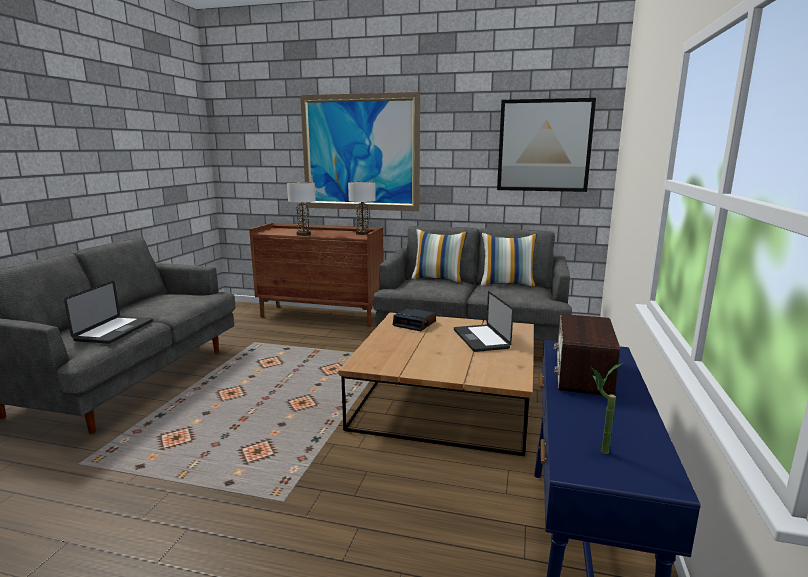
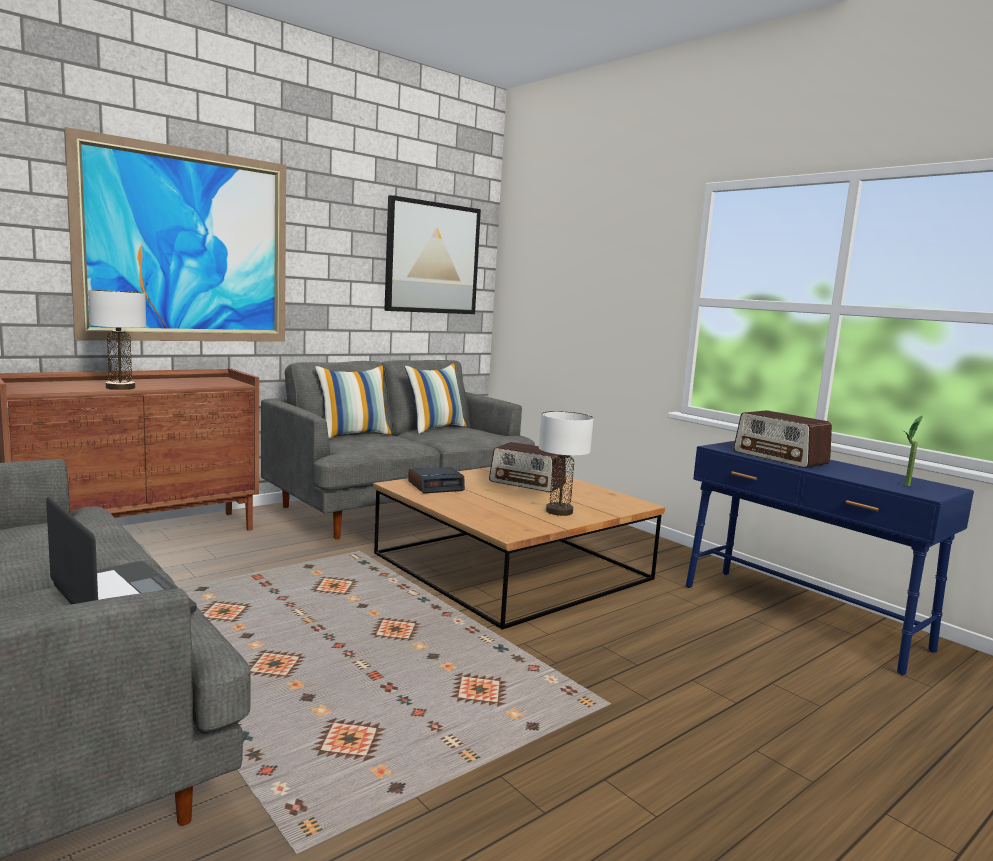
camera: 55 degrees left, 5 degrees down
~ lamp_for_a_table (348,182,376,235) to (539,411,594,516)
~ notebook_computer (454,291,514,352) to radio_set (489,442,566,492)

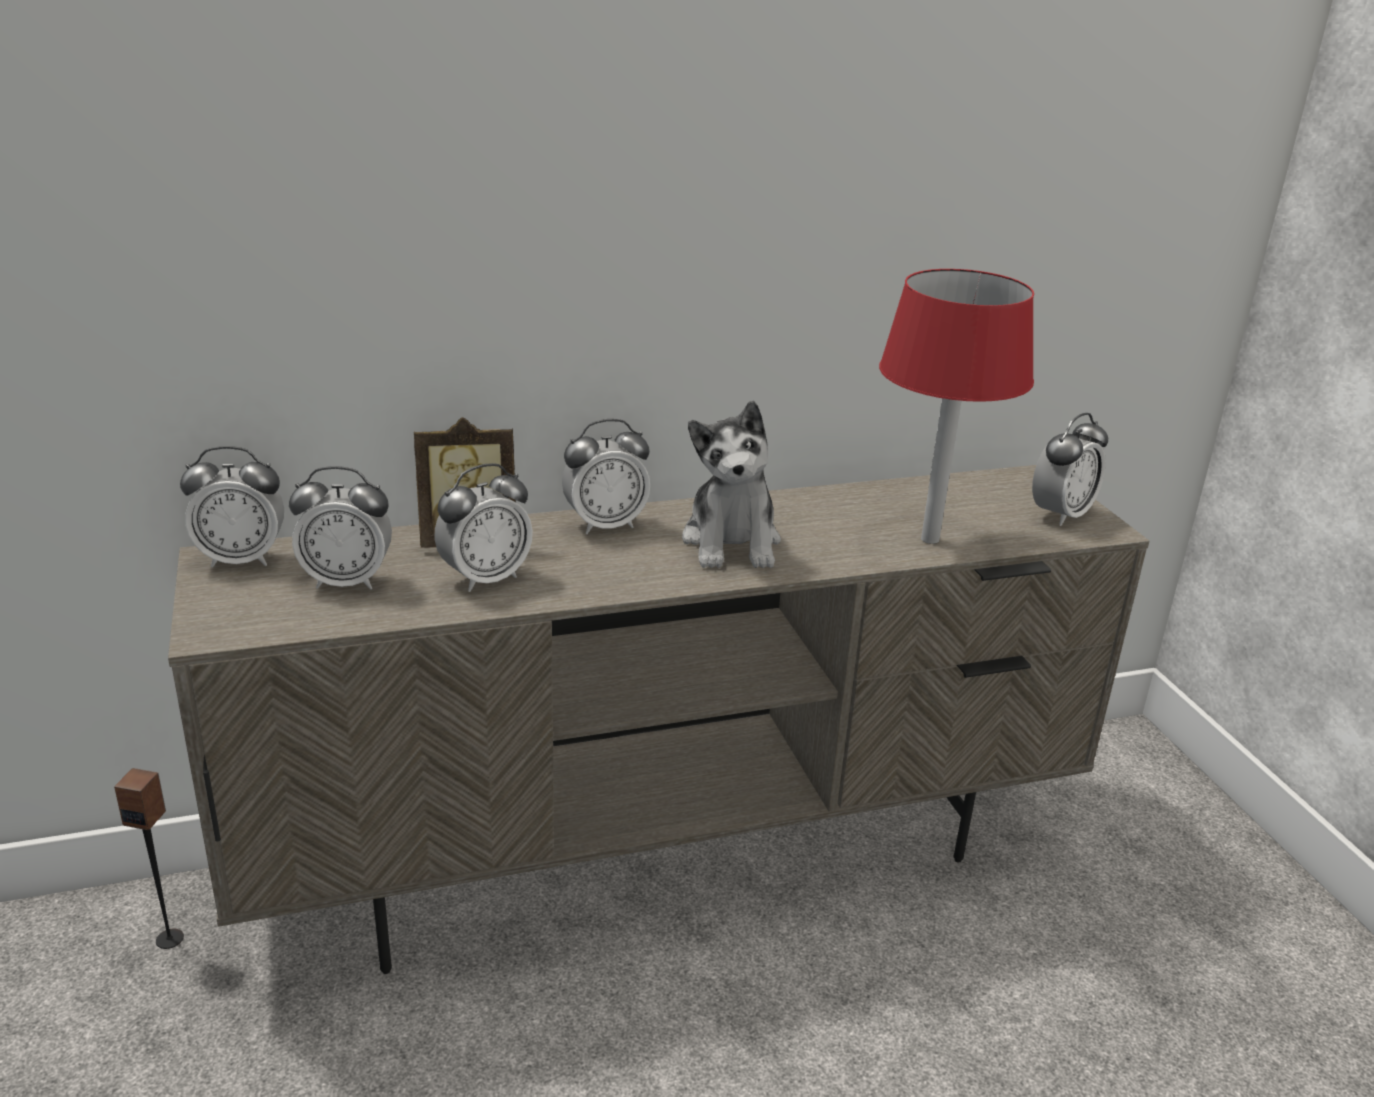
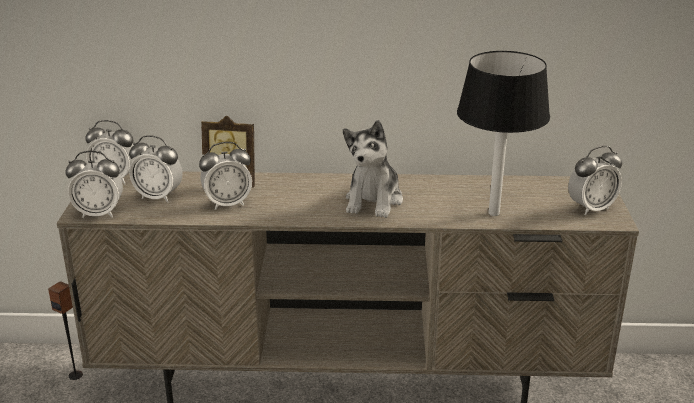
camera: 20 degrees right, 0 degrees up
~ reddish_lamp_for_a_table (879,269,1034,544) to black_lamp_for_a_table (457,51,550,216)
~ bedside_clock (562,419,650,534) to (65,151,123,218)

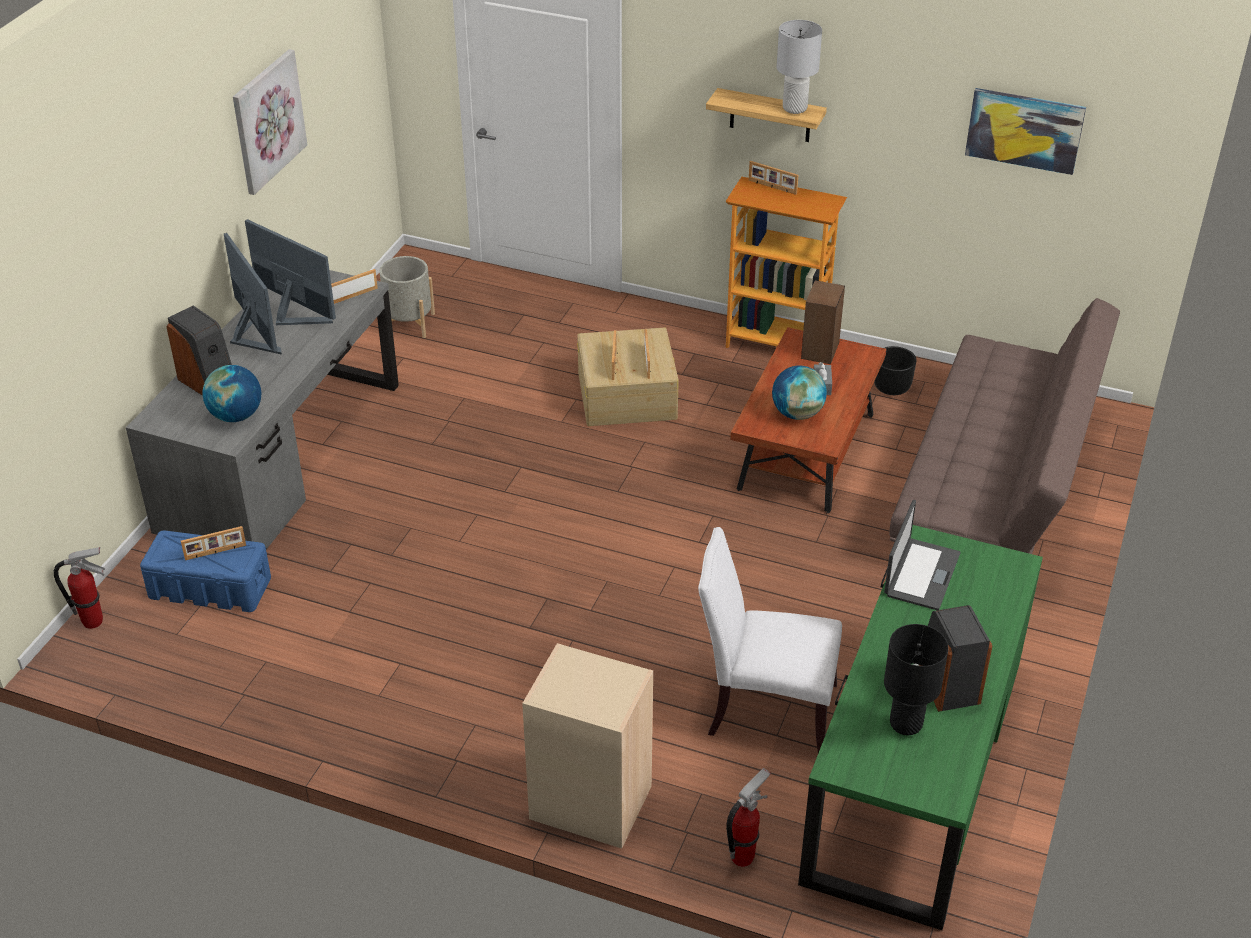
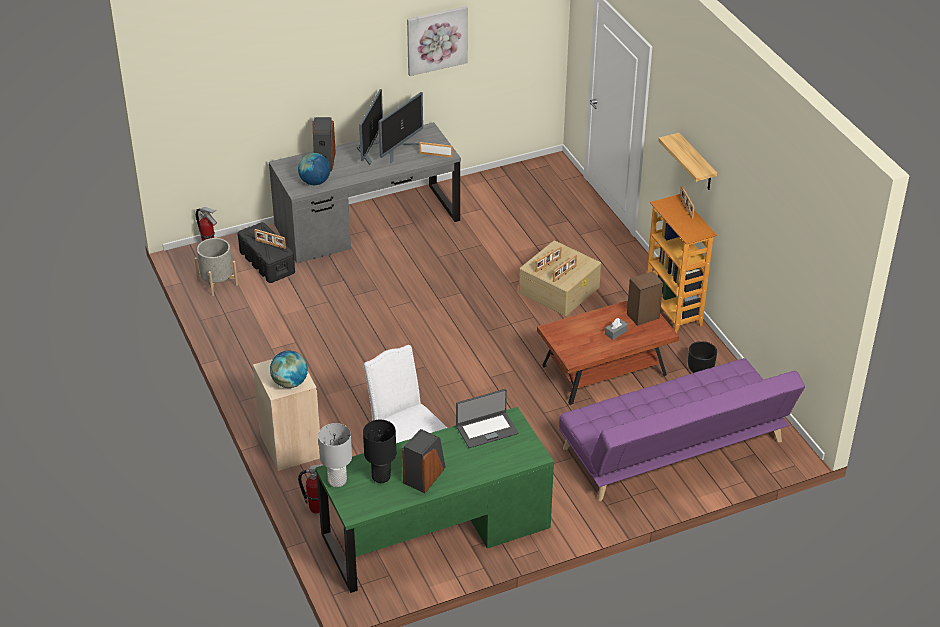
camera: 45 degrees right, 0 degrees up
~ gray_lamp_for_a_table (777,20,822,114) to (318,423,352,487)
- picture (965,88,1086,175)
~ monitor (245,219,336,325) = (379,92,423,164) 45 degrees clockwise
~ gray_planter (379,256,435,338) to (195,238,238,296)
~ brown-coloured_couch (890,298,1120,554) to purplish_couch (559,358,805,501)
~ globe (772,366,827,420) to (270,351,308,388)
~ bluish_storage_box (140,530,271,612) to black_storage_box (238,222,295,283)

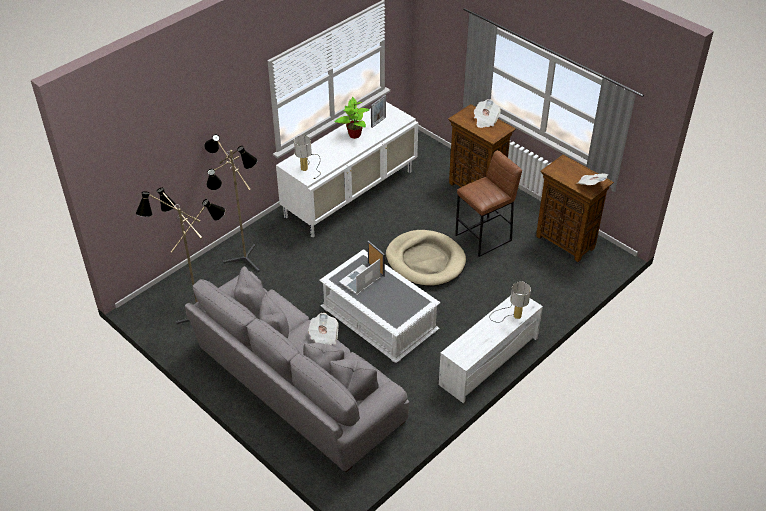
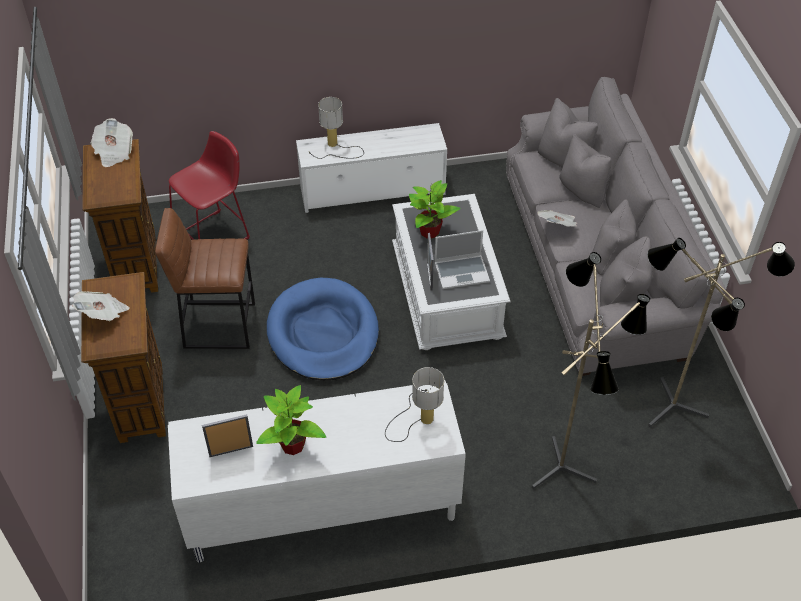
camera: 145 degrees left, 5 degrees up
~ beige_dog_cushion (386,230,466,286) to bluish_dog_cushion (267,278,379,381)
+ reddish_sitting_stool (169,131,250,240)
+ plant_in_a_pot (409,180,461,239)

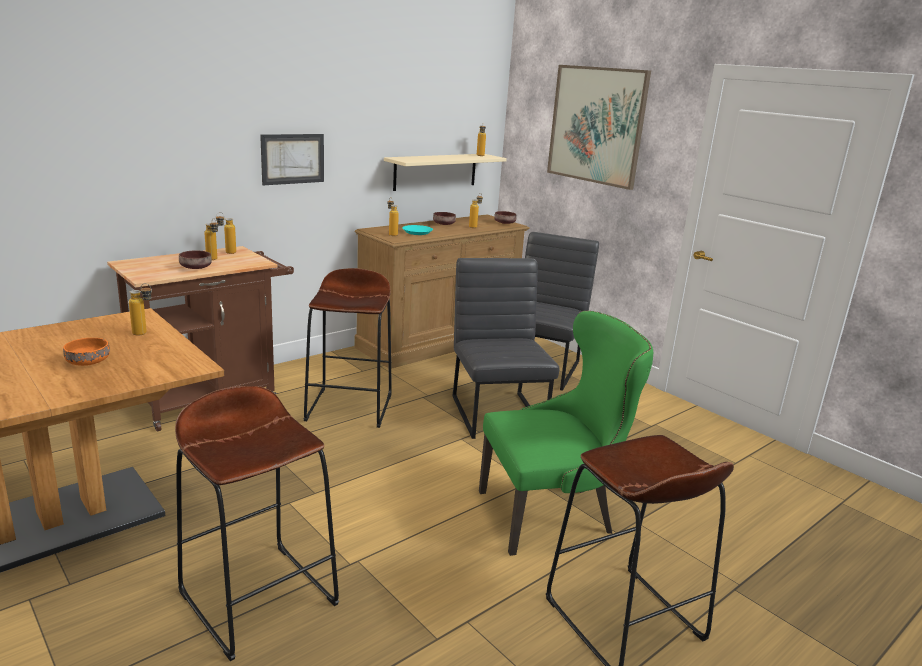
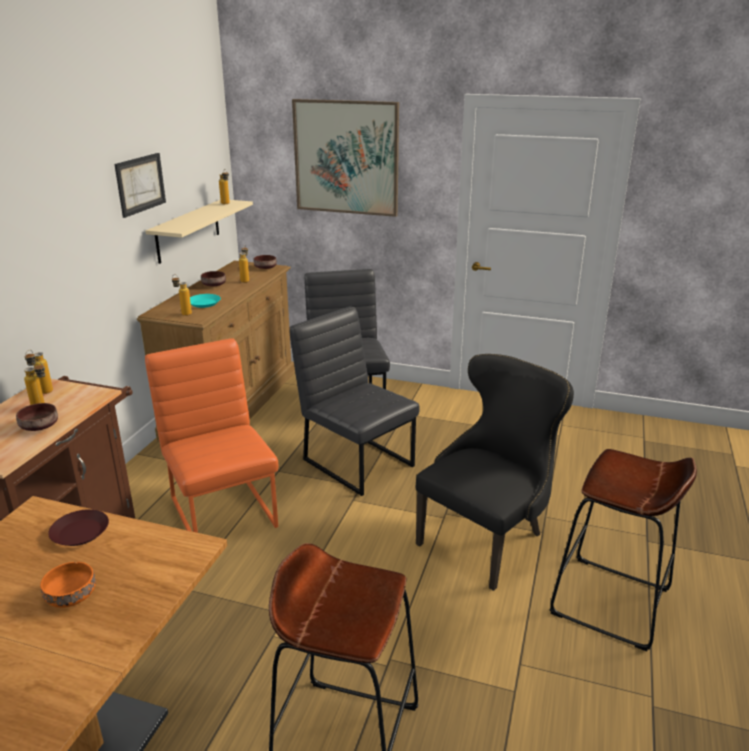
camera: 30 degrees left, 5 degrees up
~ picture (260,134,324,185) to (114,153,166,218)
~ brown-coloured_sitting_stool (304,268,392,428) to orange-coloured_chair (145,338,279,533)
~ beverage_bottle (129,283,152,336) to brown-coloured_dinner_plate (48,509,109,546)
~ greenish_chair (479,311,653,556) to black_chair (416,354,574,591)

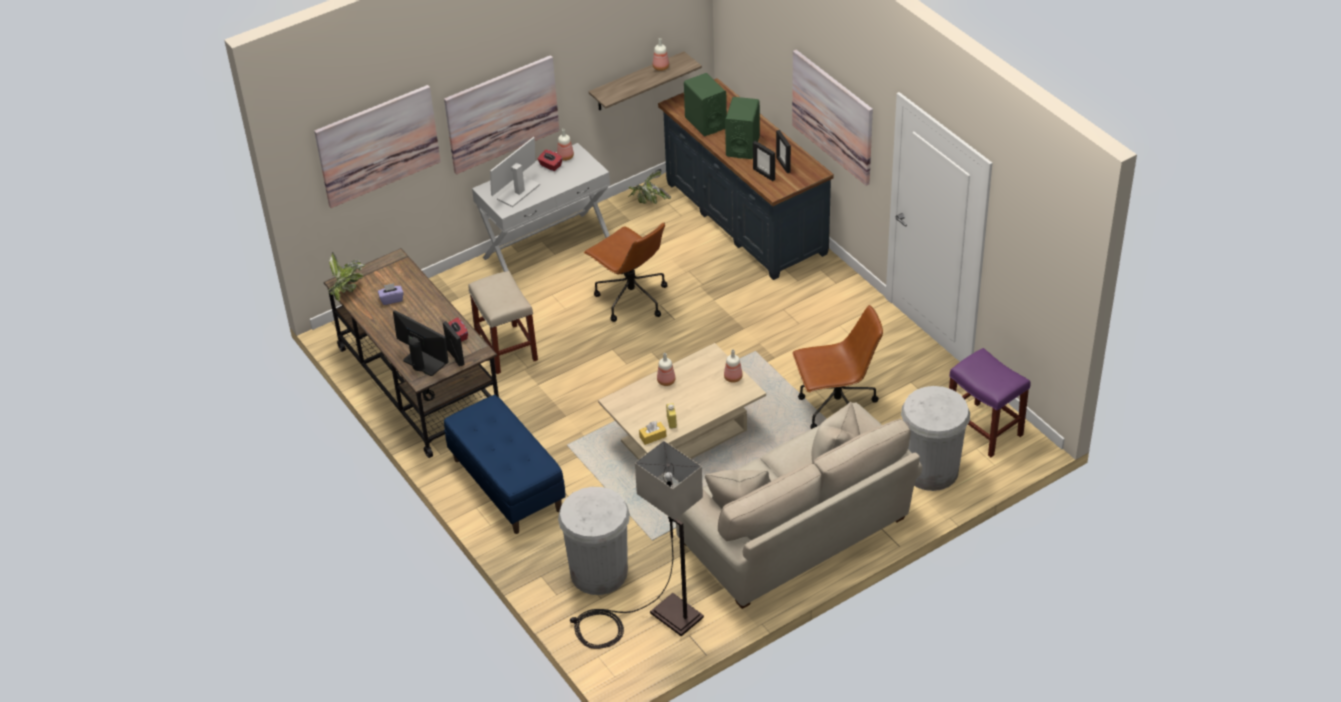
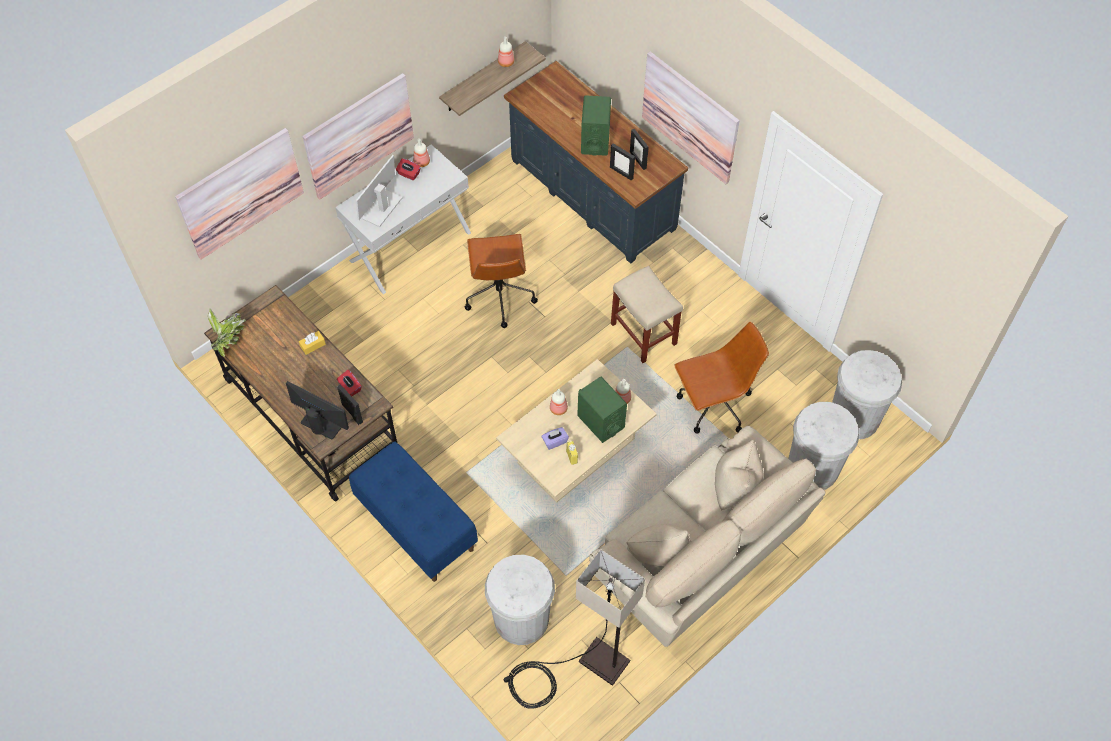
camera: 10 degrees left, 15 degrees up
~ greenish_audio_speaker (684,73,727,136) to (577,377,627,443)
- plant_in_a_pot (628,169,671,204)
~ brown-coloured_office_chair (584,222,667,322) = (465,234,538,328) 45 degrees clockwise
~ beige_sitting_stool (468,271,538,374) to (611,266,683,363)
~ purplish_tissue_holder (378,283,403,305) to (541,427,569,450)
~ purplish_sitting_stool (949,348,1031,457) to white-coloured_rubbish_bin (832,350,902,439)
~ yellow_tissue_holder (639,421,667,445) to (299,331,326,355)

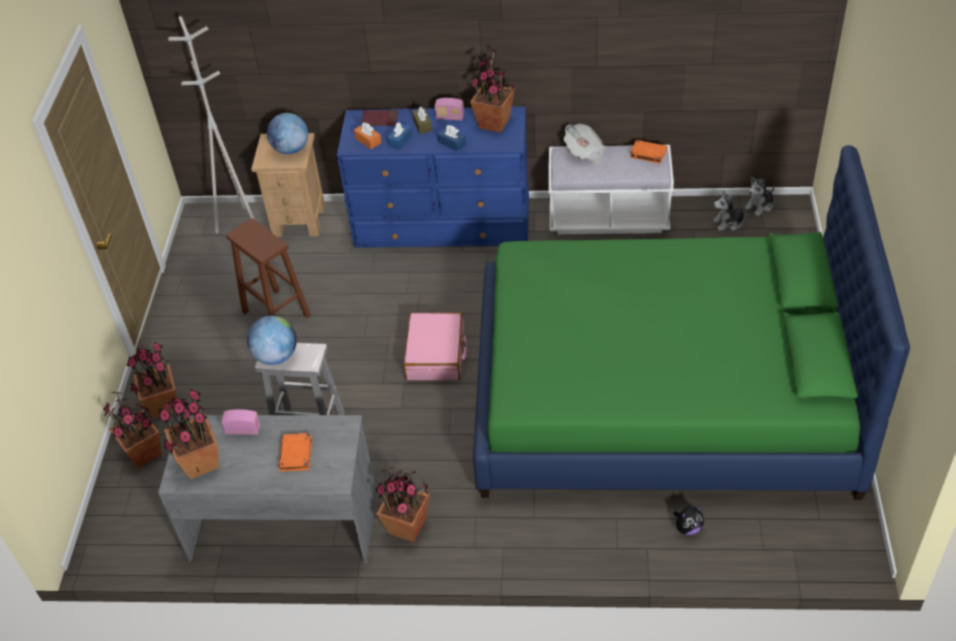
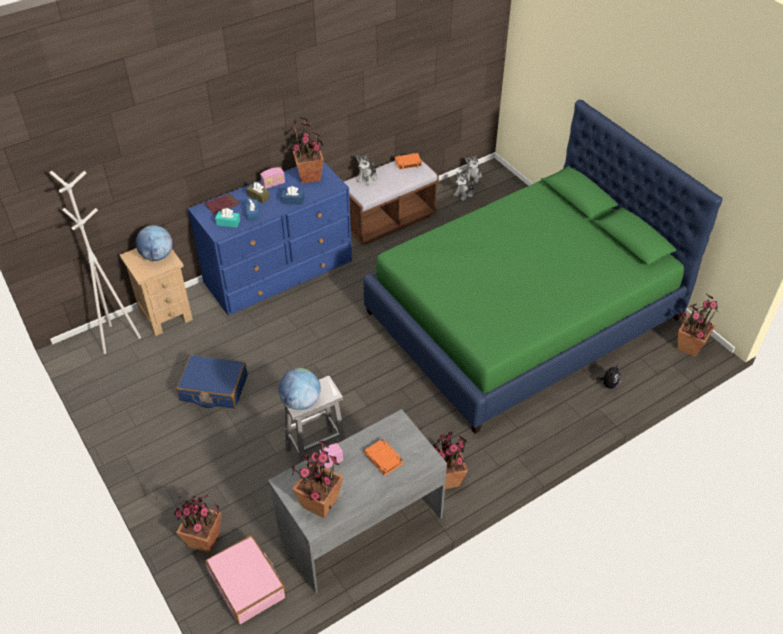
camera: 40 degrees left, 0 degrees up
~ orange-coloured_tissue_holder (354,123,381,149) to blue-green_tissue_holder (215,208,240,228)
~ daily_paper (564,124,606,164) to soft_toy (356,155,377,185)
~ white-coloured_indoor_bench (549,145,674,234) to brown-coloured_indoor_bench (343,153,439,245)
~ brown-coloured_sitting_stool (226,218,311,318) to bluish_piece_of_luggage (176,355,248,409)
~ pink_piece_of_luggage (404,312,467,381) to (205,535,286,625)
~ plant_in_a_pot (127,341,177,418) to (677,294,719,357)

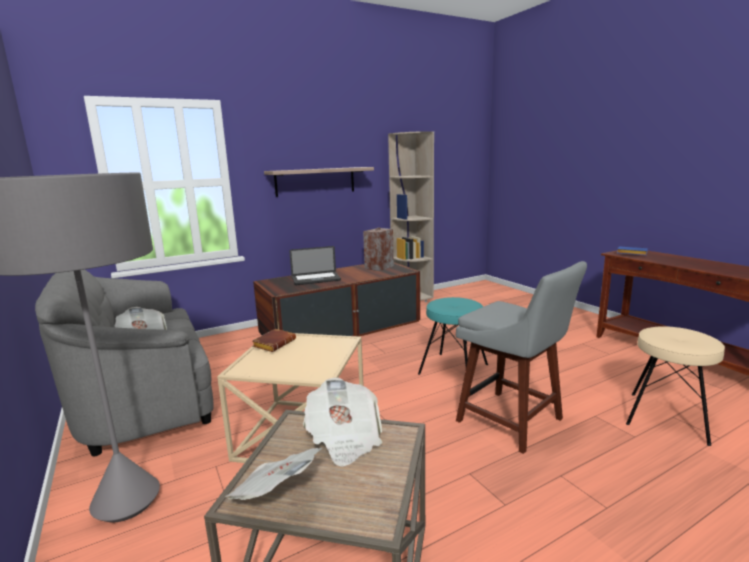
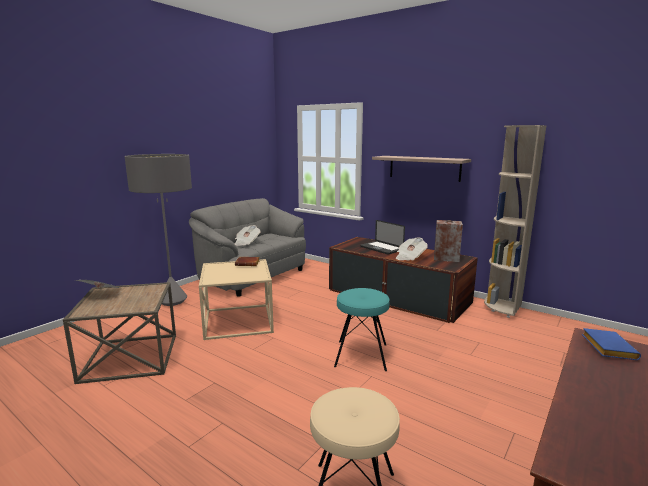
camera: 65 degrees right, 0 degrees up
- gray_sitting_stool (456,261,587,454)
~ daily_paper (303,378,382,467) to (396,237,428,261)

